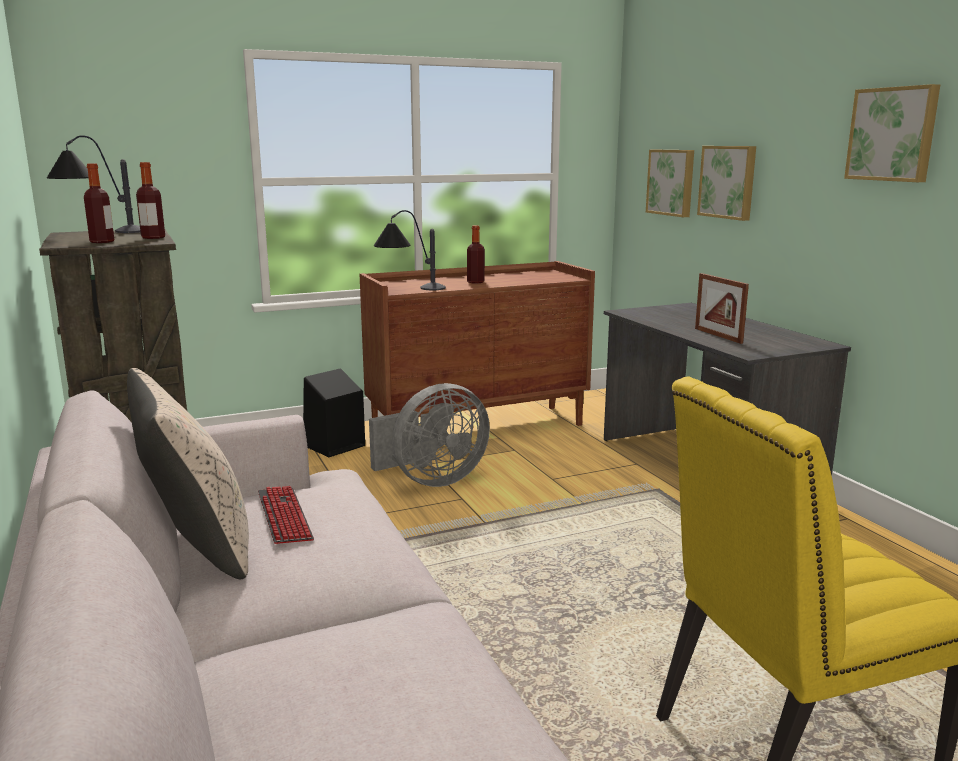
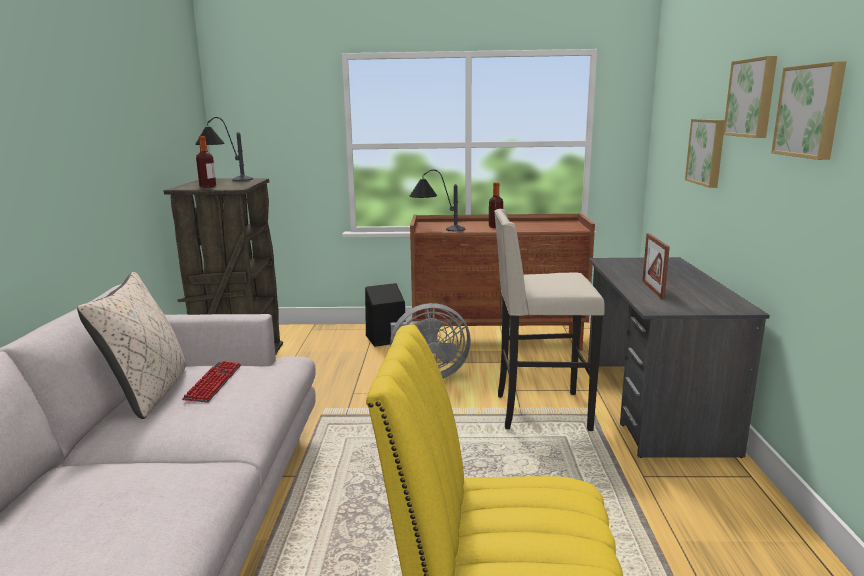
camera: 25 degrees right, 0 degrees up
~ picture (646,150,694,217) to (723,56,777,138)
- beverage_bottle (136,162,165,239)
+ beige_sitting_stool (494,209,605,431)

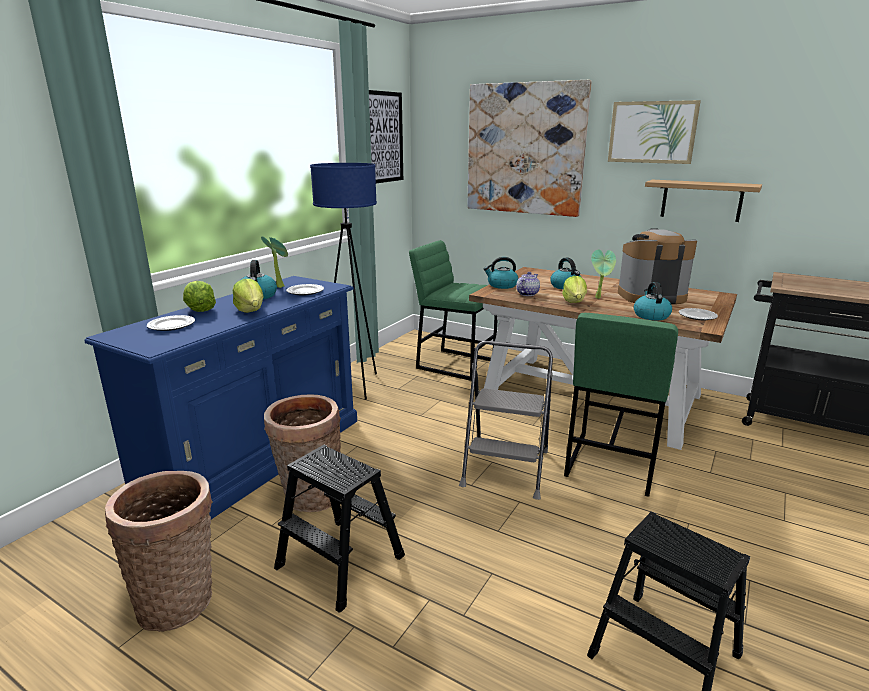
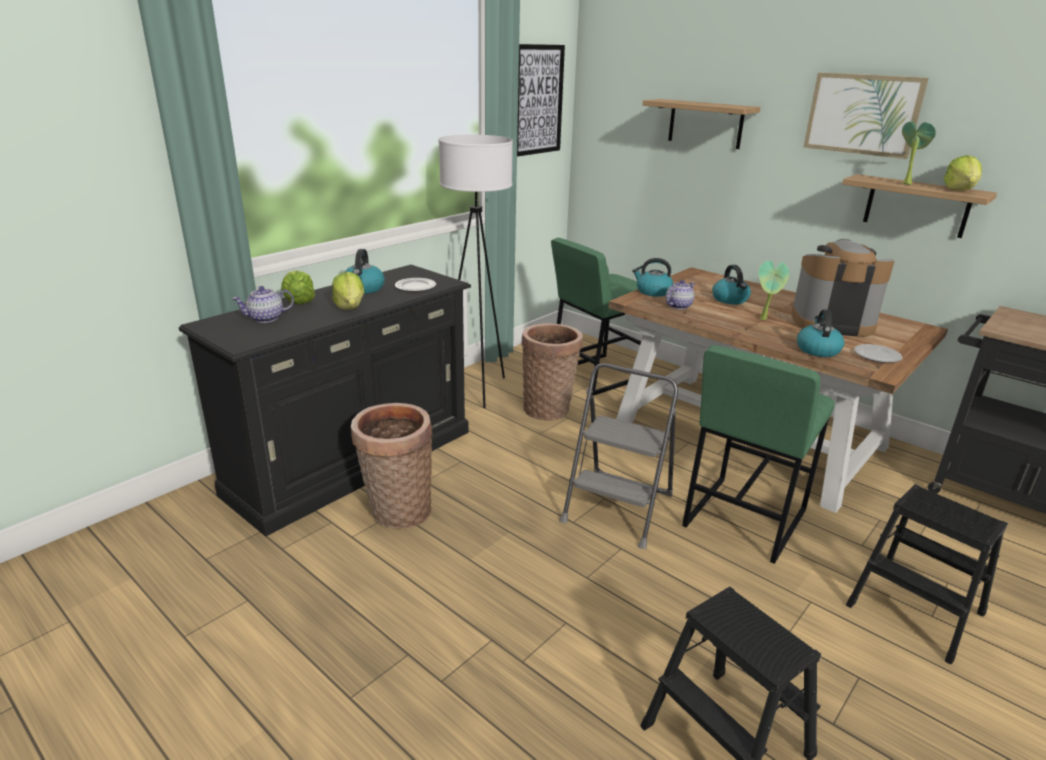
camera: 10 degrees right, 5 degrees up
~ picture (467,80,592,217) to bracket_shelf (642,99,761,149)
~ bluish_floor_lamp (310,163,377,400) to white-coloured_floor_lamp (438,135,513,408)
~ plant_in_a_pot (261,236,288,288) to (902,121,936,185)
~ greenish_chair (409,240,498,381) = (551,238,641,396) 75 degrees counterclockwise
~ bluish_cabinet (84,276,357,519) to black_cabinet (179,265,471,536)
~ lettuce_head (562,276,587,303) to (944,155,982,190)
~ dinner_plate (147,315,195,331) to teapot (232,286,294,323)
~ black_stepladder (274,445,405,613) to (846,484,1008,664)
~ basket (105,471,213,632) to (521,323,583,420)

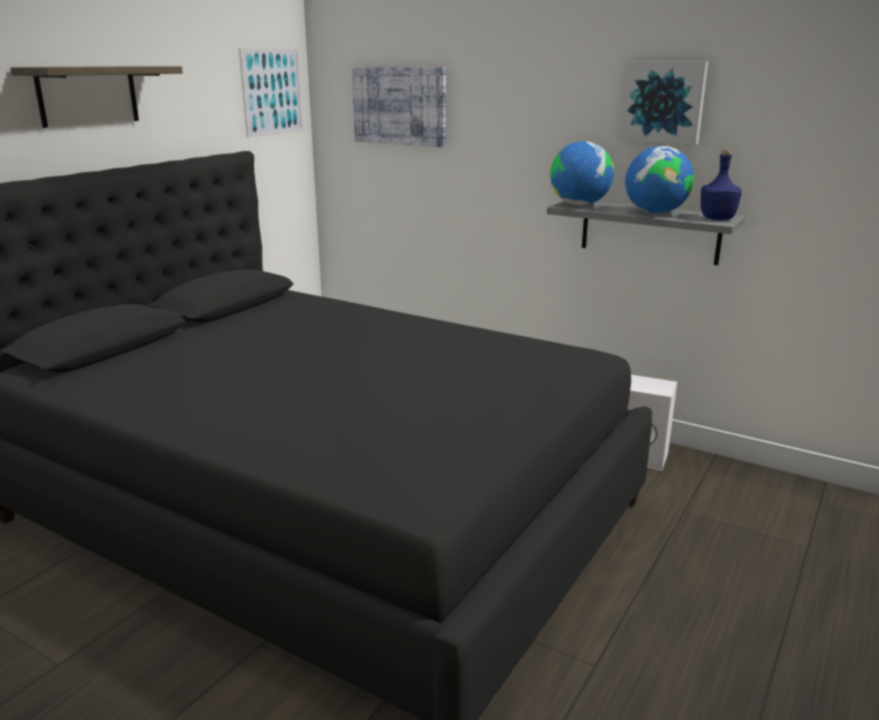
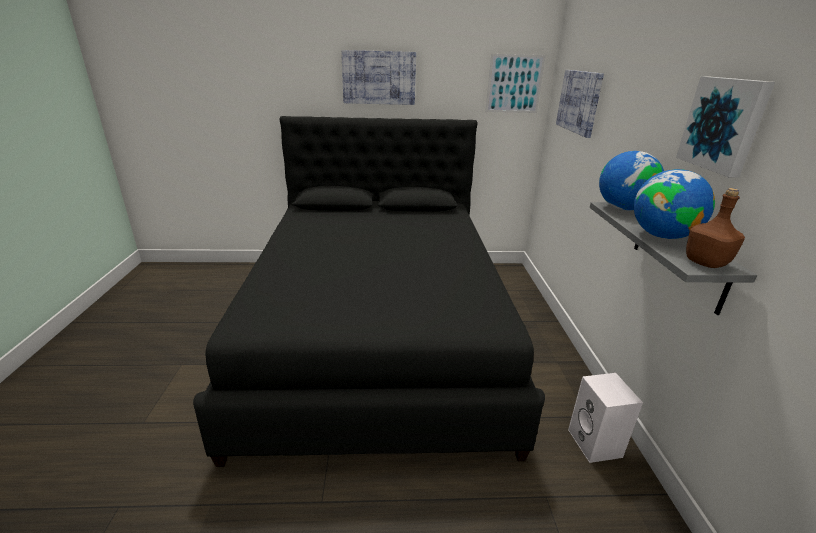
camera: 55 degrees right, 5 degrees up
~ bracket_shelf (10,66,183,128) to picture (341,50,416,105)
~ bluish_beverage_bottle (701,149,742,220) to brown-coloured_beverage_bottle (686,188,745,268)

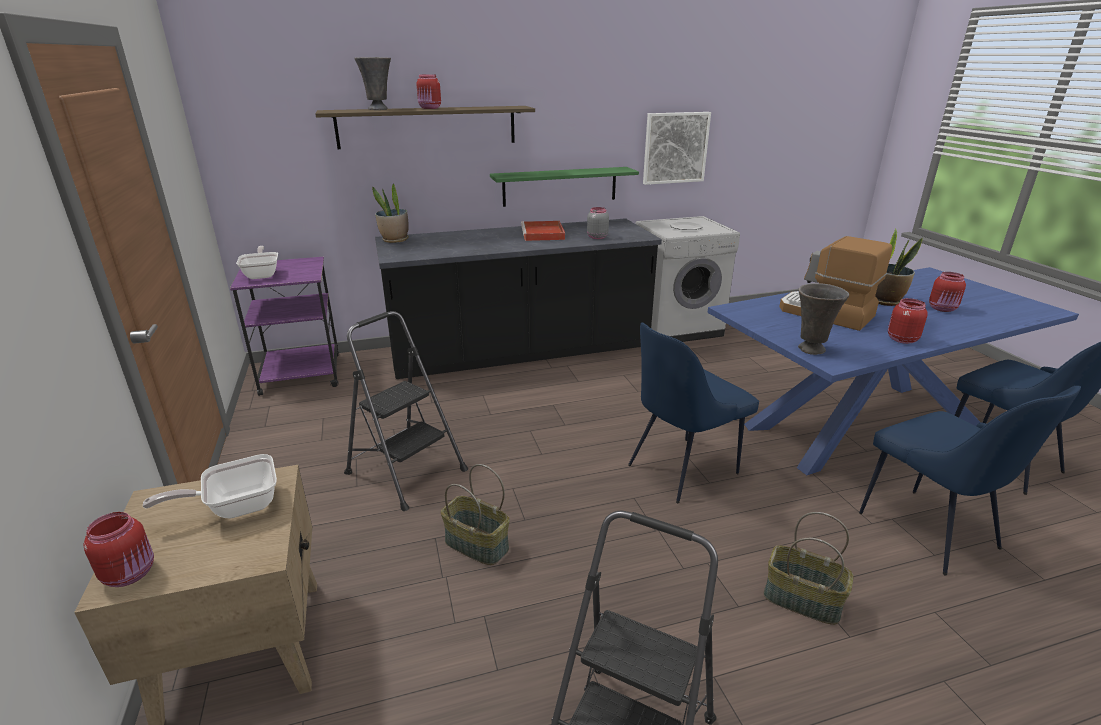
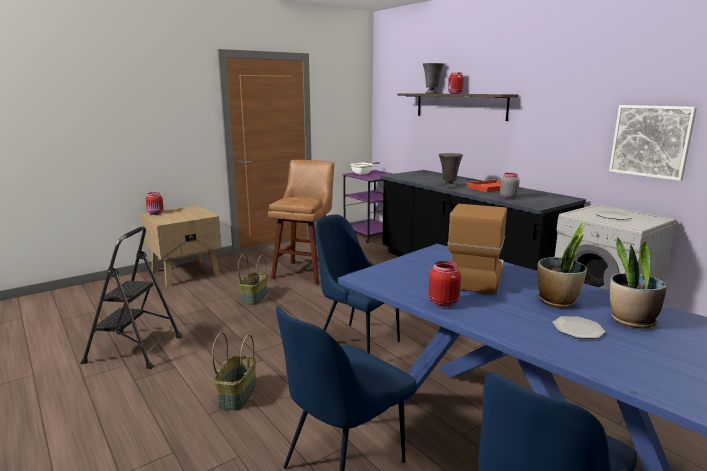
camera: 70 degrees right, 10 degrees down
- greenish_bracket_shelf (490,167,639,207)
~ plant_in_a_pot (372,183,409,243) to (610,237,667,329)
~ reddish_storage_jar (929,272,966,312) to dinner_plate (552,316,605,339)
~ gray_vase (798,283,849,355) to (439,153,463,187)
~ black_stepladder (344,311,468,511) to brown-coloured_sitting_stool (268,160,334,285)
- skillet (143,454,277,518)

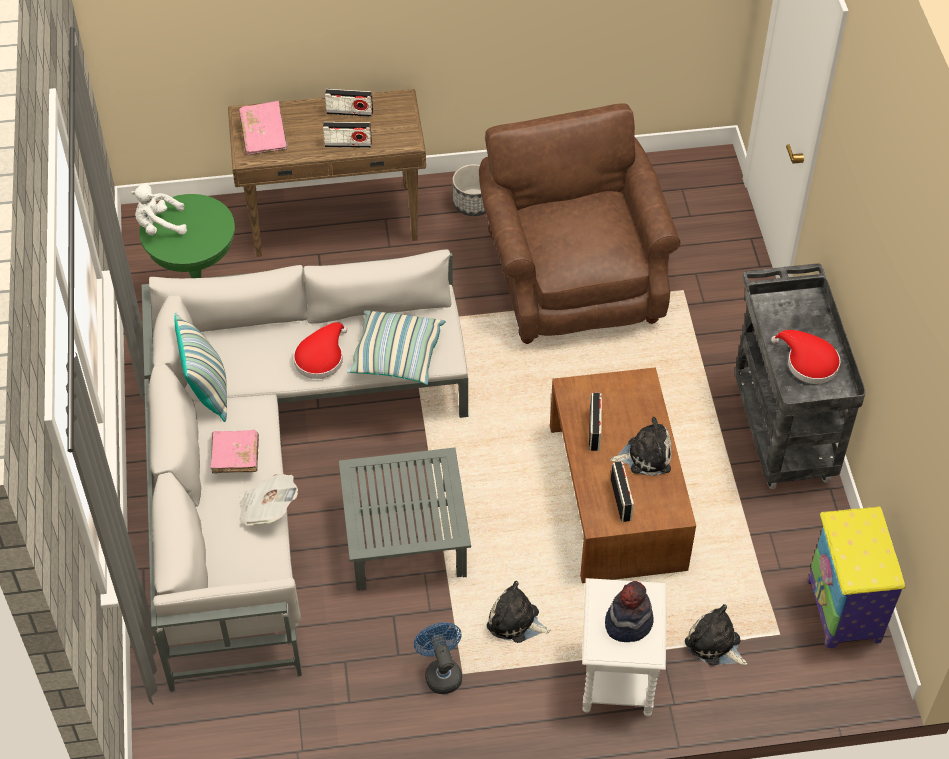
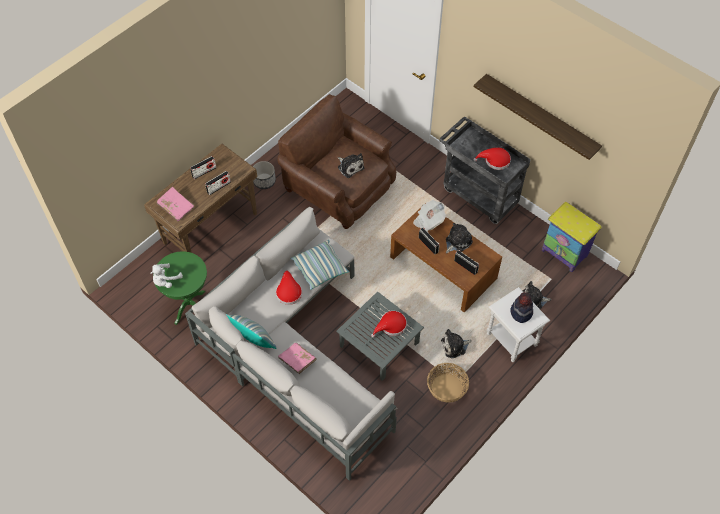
camera: 40 degrees left, 5 degrees up
~ daily_paper (239,474,298,525) to (413,200,446,232)
~ bluish_cooling_fan (414,622,462,694) to basket (427,363,469,403)
+ bracket_shelf (474,74,602,160)
+ soft_toy (338,153,364,178)
+ reddish_hat (371,311,407,337)

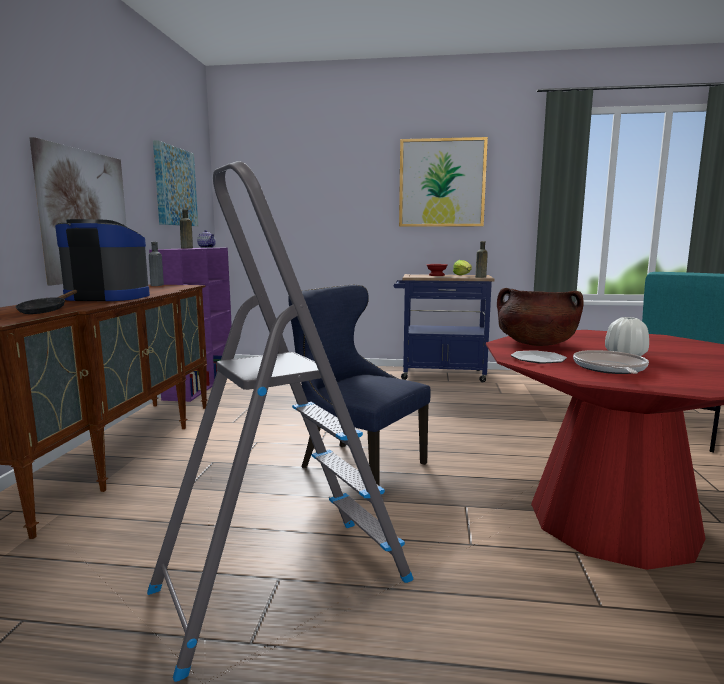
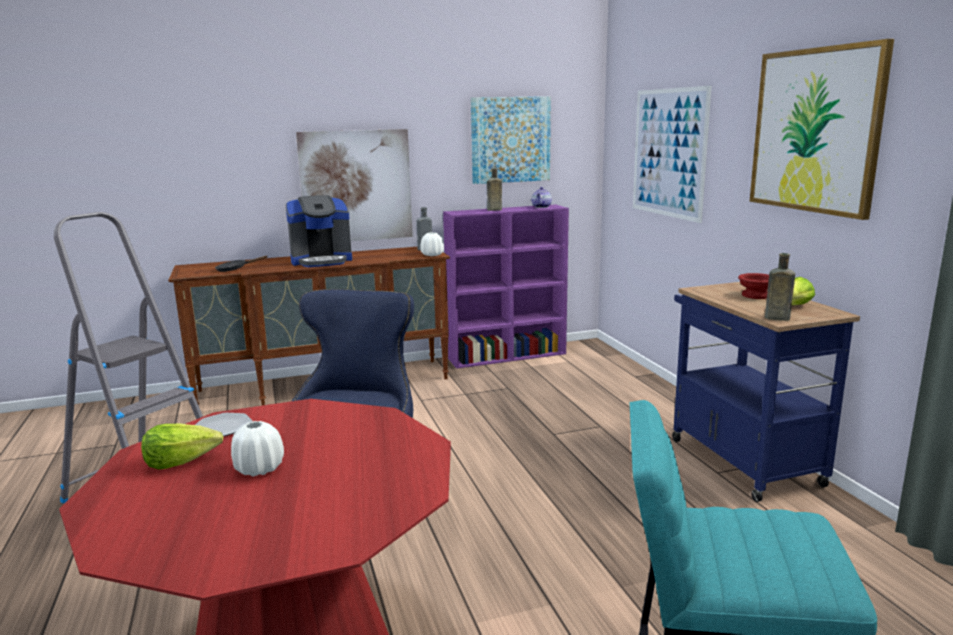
camera: 65 degrees right, 5 degrees up
~ coffee_maker (55,219,150,301) = (286,195,352,267) 90 degrees clockwise
- brown-coloured_cooking_pot (497,288,584,346)
~ skillet (573,350,649,374) to lettuce_head (141,423,223,470)
+ picture (633,86,711,223)
+ white-coloured_vase (420,232,444,256)

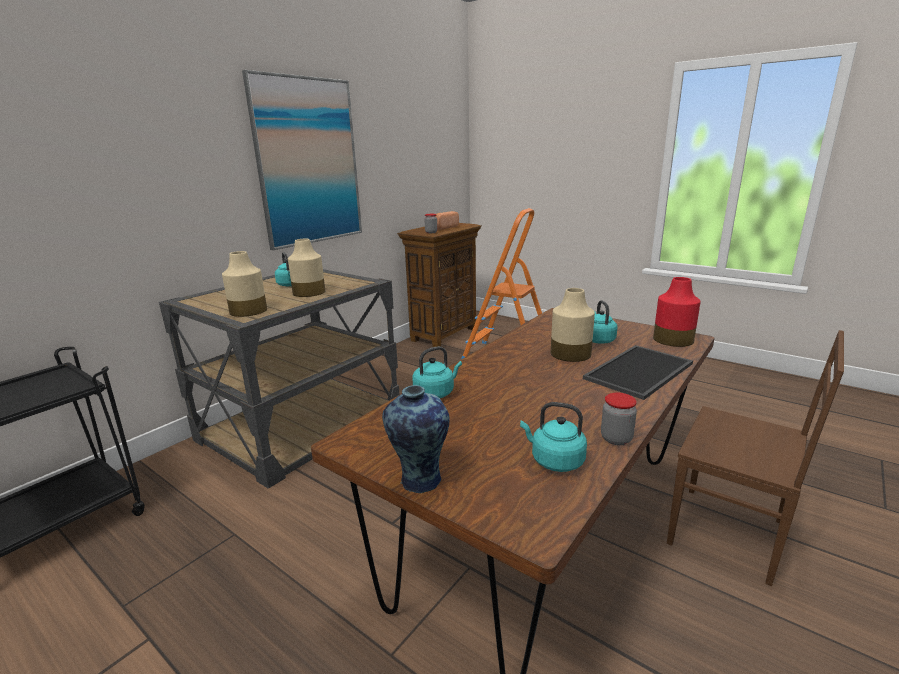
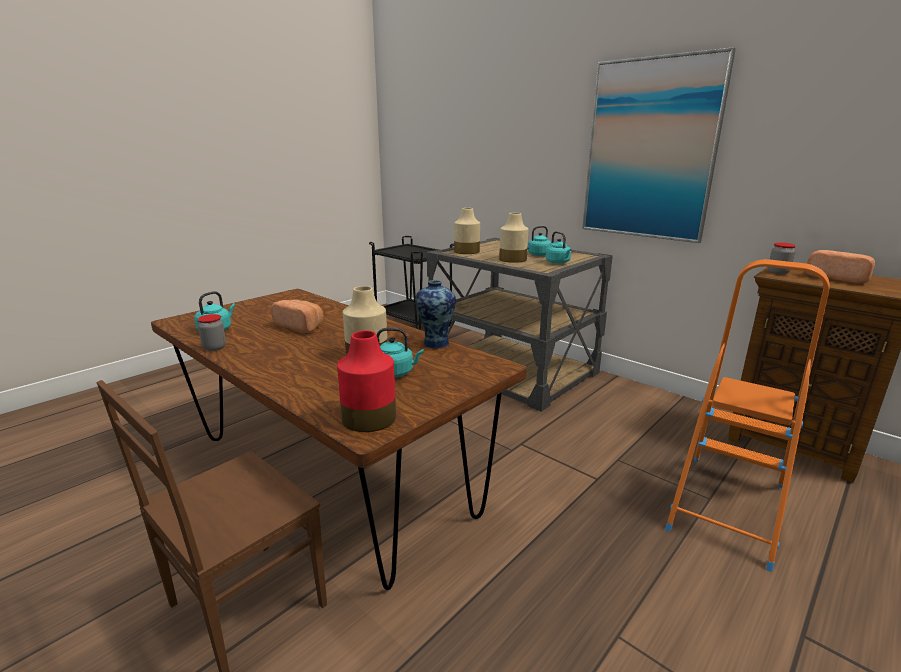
camera: 95 degrees right, 0 degrees up
- serving_tray (583,345,693,400)
~ blue-green_tea_kettle (412,346,462,398) to (546,231,572,264)
~ vase (382,385,450,493) to (415,280,456,349)
+ bakery_bread (271,299,324,333)

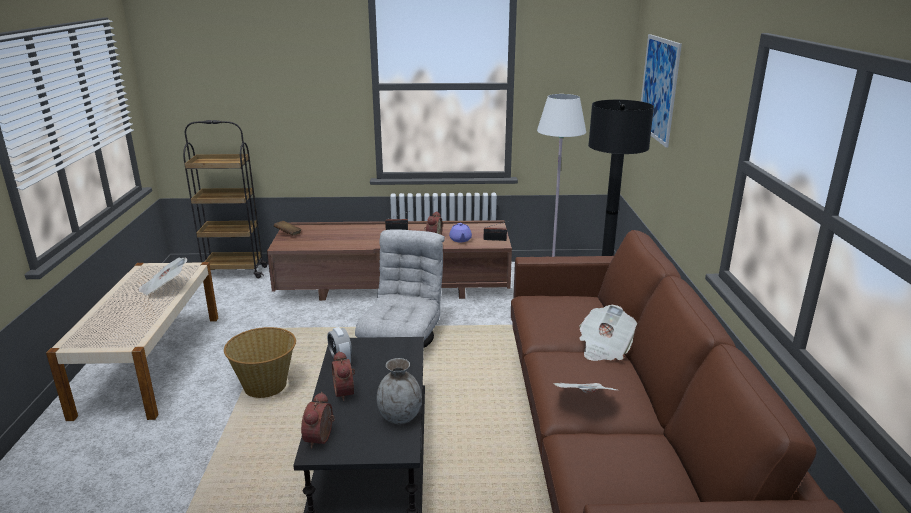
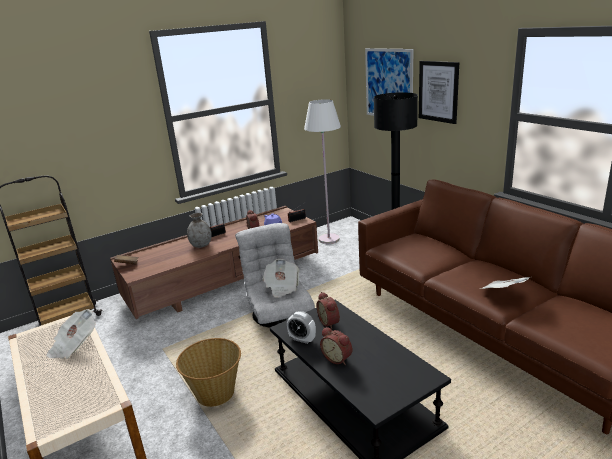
camera: 30 degrees left, 0 degrees up
~ daily_paper (579,305,637,361) to (263,259,299,298)
~ gray_vase (377,358,422,424) to (187,213,212,248)
~ bedside_clock (301,392,335,449) to (317,292,340,329)
+ picture (419,61,459,124)

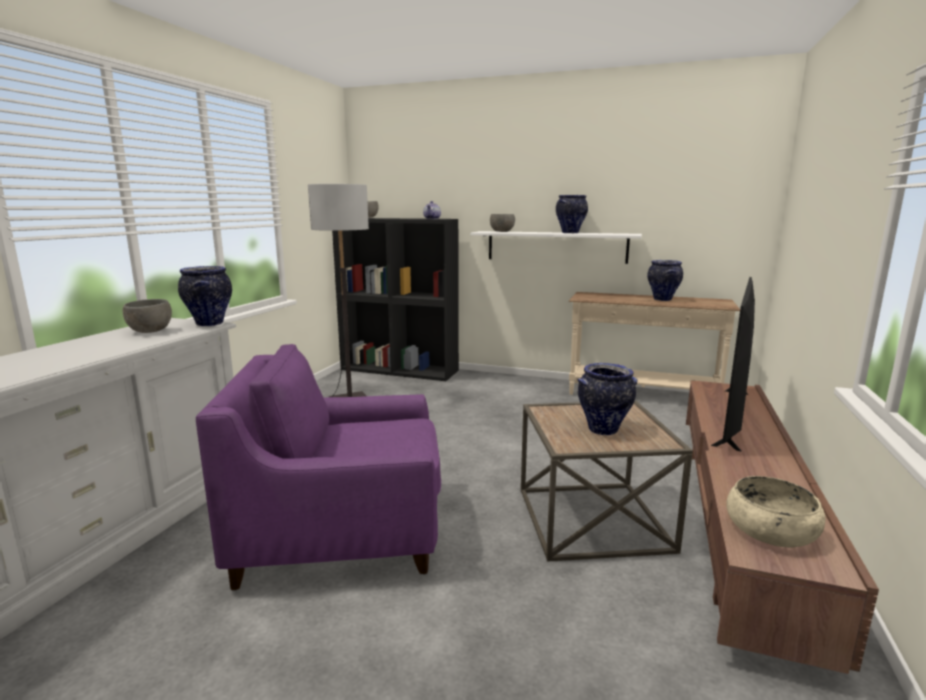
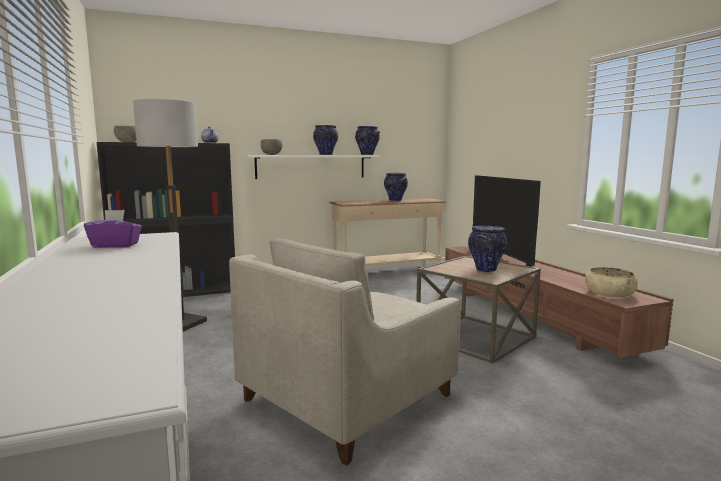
camera: 40 degrees left, 5 degrees down
~ vase (178,266,232,326) to (355,126,380,155)
~ gray_deep_dish (123,299,172,333) to purplish_tissue_holder (84,210,142,248)
~ purplish_easy_chair (196,344,441,590) to beige_easy_chair (229,239,461,465)

